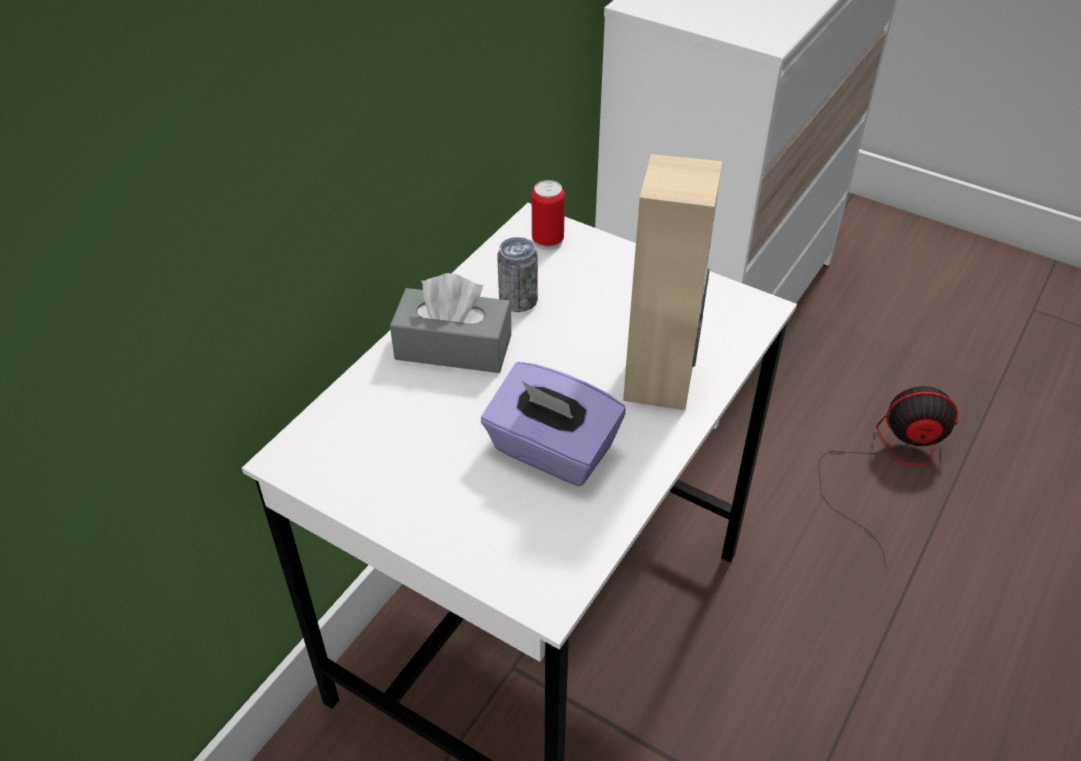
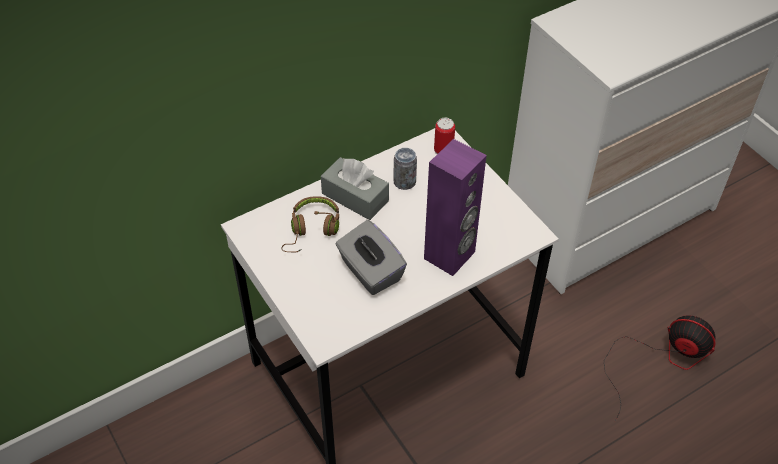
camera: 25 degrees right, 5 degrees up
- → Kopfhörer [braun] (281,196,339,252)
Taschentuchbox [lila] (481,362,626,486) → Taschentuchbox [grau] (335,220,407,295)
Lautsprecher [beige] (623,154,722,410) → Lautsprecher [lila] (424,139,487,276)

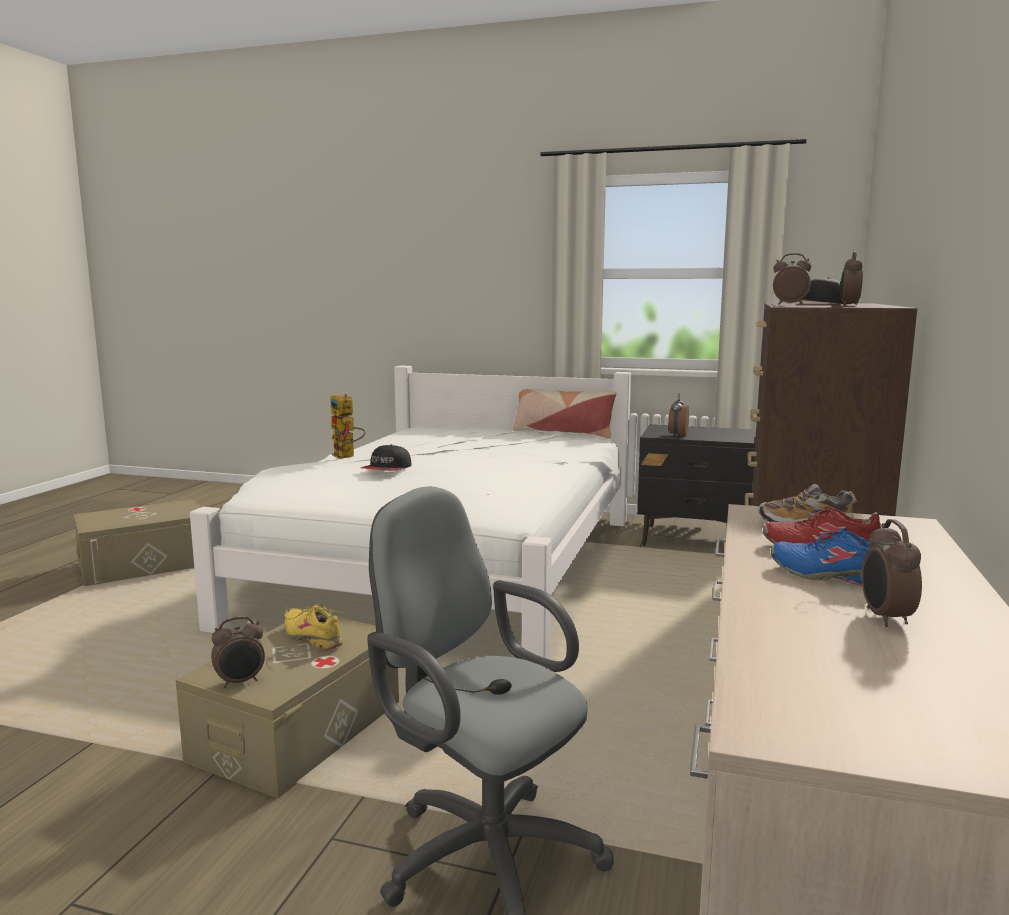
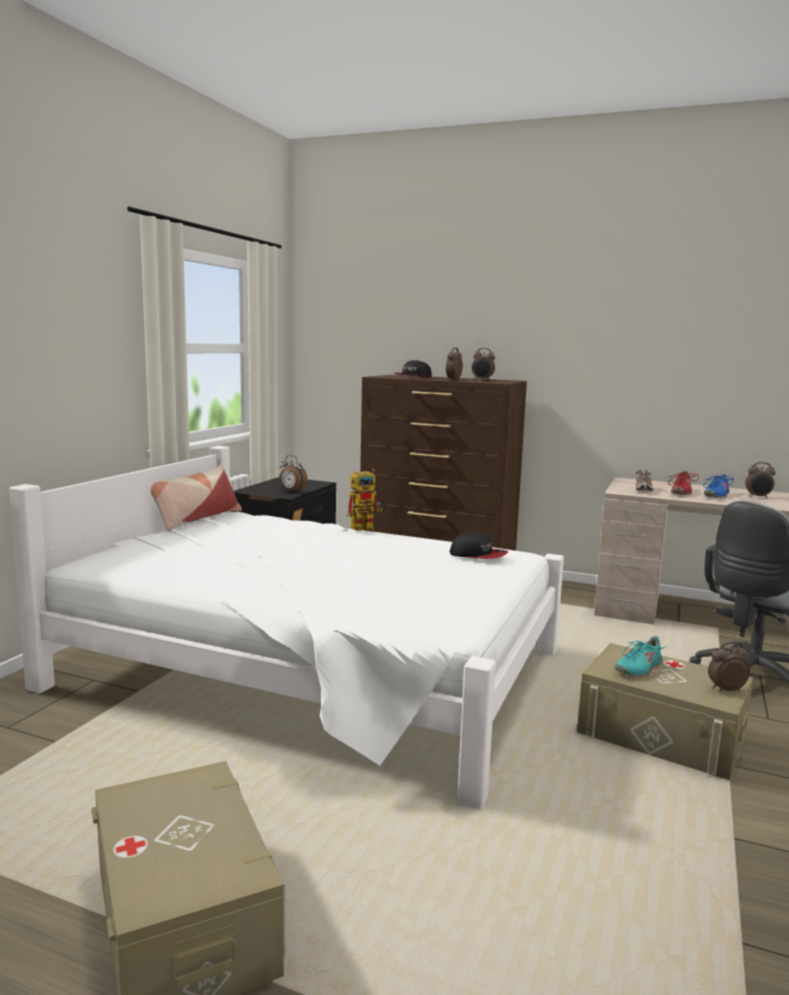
camera: 85 degrees left, 0 degrees up
Spielzeugroboter (330,394,366,459) → Spielzeugroboter (347,469,382,531), move
Kappe (361,444,412,471) → Kappe (450,532,508,559), move
Schuh [gelb] (284,604,346,650) → Schuh [türkis] (615,636,667,677)
Wecker (211,616,265,688) → Wecker (708,641,750,692), 75 degrees counterclockwise

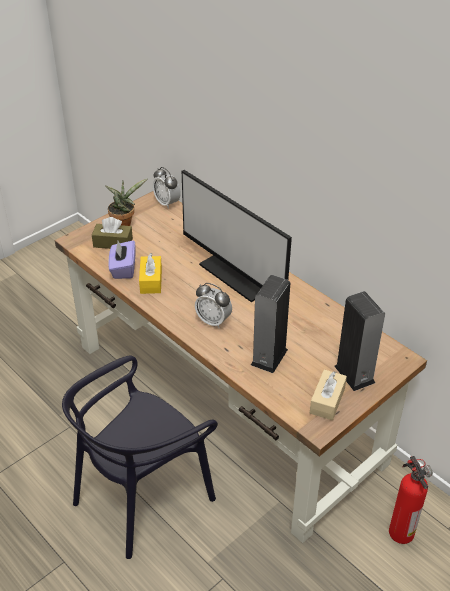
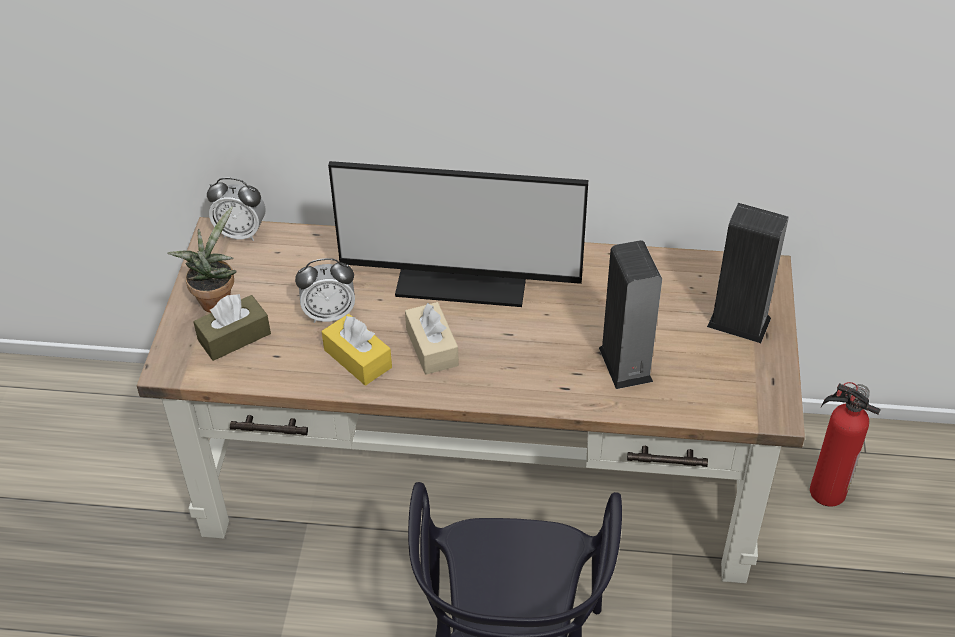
camera: 40 degrees left, 5 degrees up
Taschentuchbox [lila] (108,240,135,279) → -
Wecker (195,283,232,328) → Wecker (295,258,355,323), move
Taschentuchbox [beige] (310,370,347,420) → Taschentuchbox [beige] (405,302,459,375), move

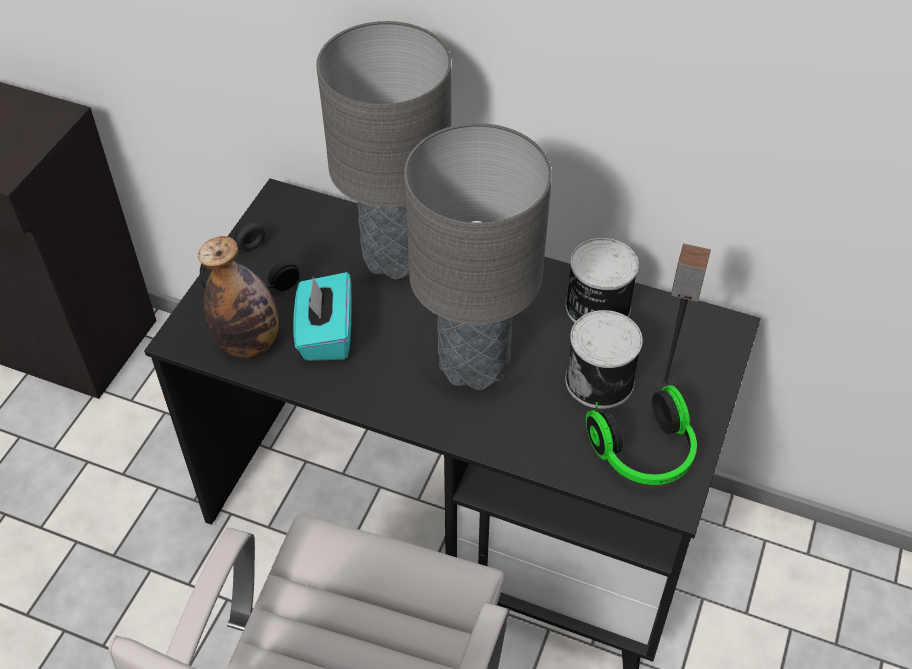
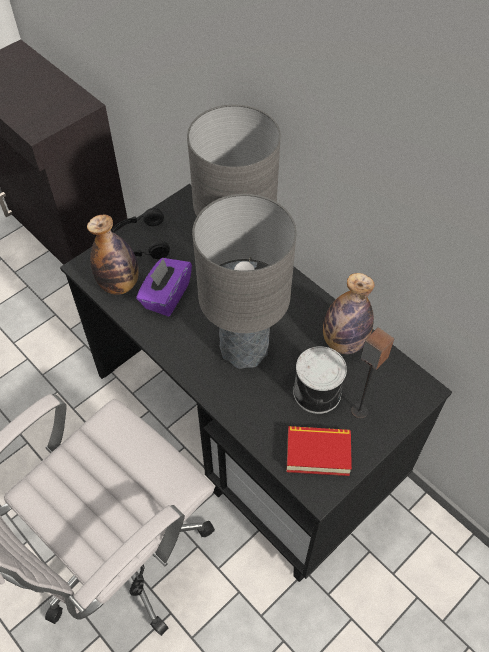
camera: 25 degrees right, 5 degrees up
Dose (566,238,639,323) → Flasche (323,273,375,354)
Kopfhörer (586,385,697,485) → Buch (287,426,352,476)
Taschentuchbox [türkis] (293,272,351,361) → Taschentuchbox [lila] (136,258,192,317)

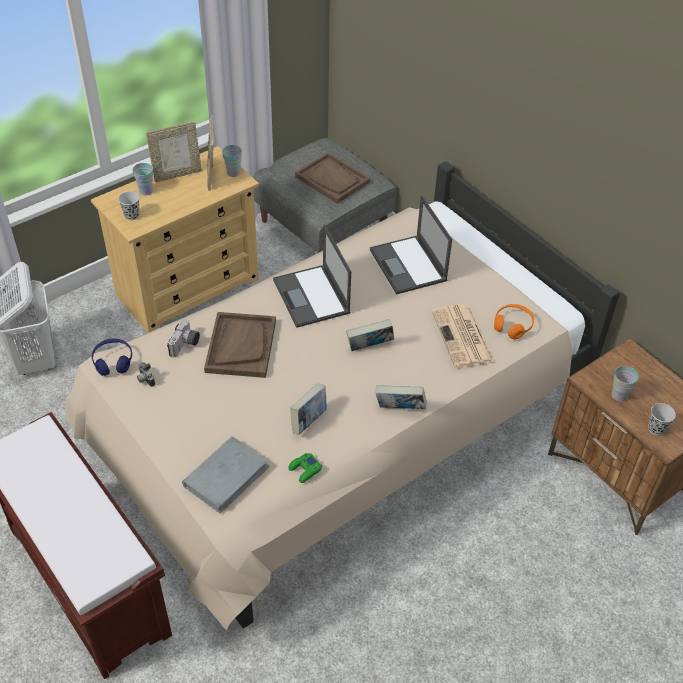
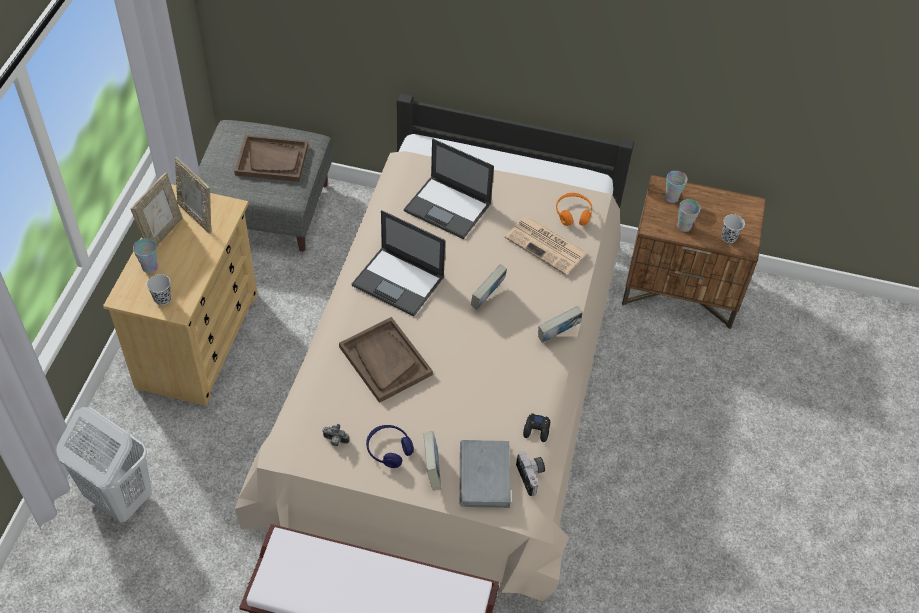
camera: 40 degrees left, 5 degrees up
Kopfhörer [blau] (92,338,132,376) → Kopfhörer [blau] (366,425,414,468), move
Kamera (167,319,200,358) → Kamera (516,451,545,496), move
Tasse (222,145,242,177) → Tasse (665,171,688,203), move
Buch (290,383,327,435) → Buch (424,431,441,490), move
Gamepad [grün] (288,453,322,483) → Gamepad [schwarz] (523,413,550,442)

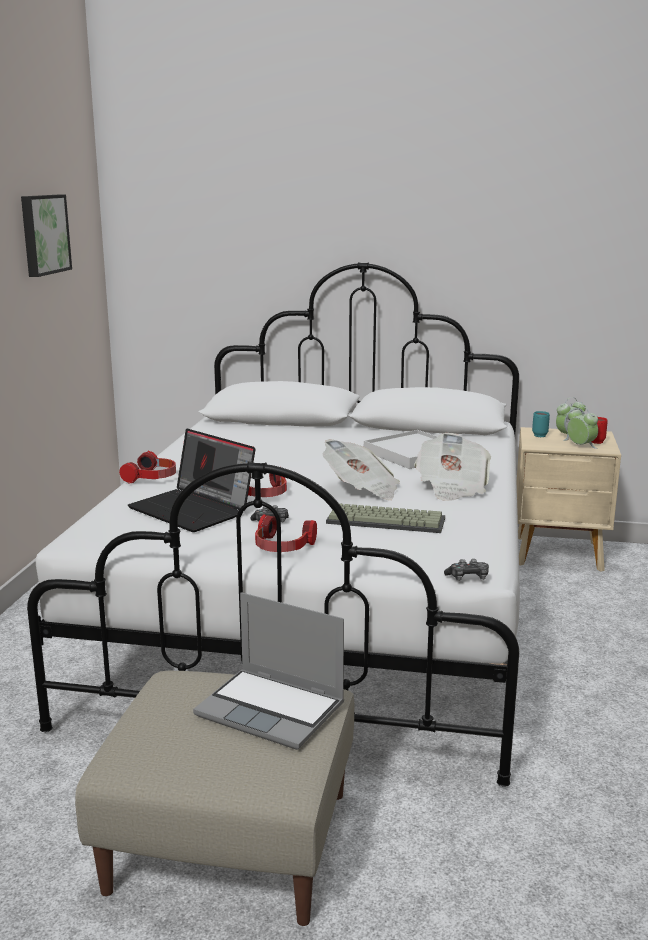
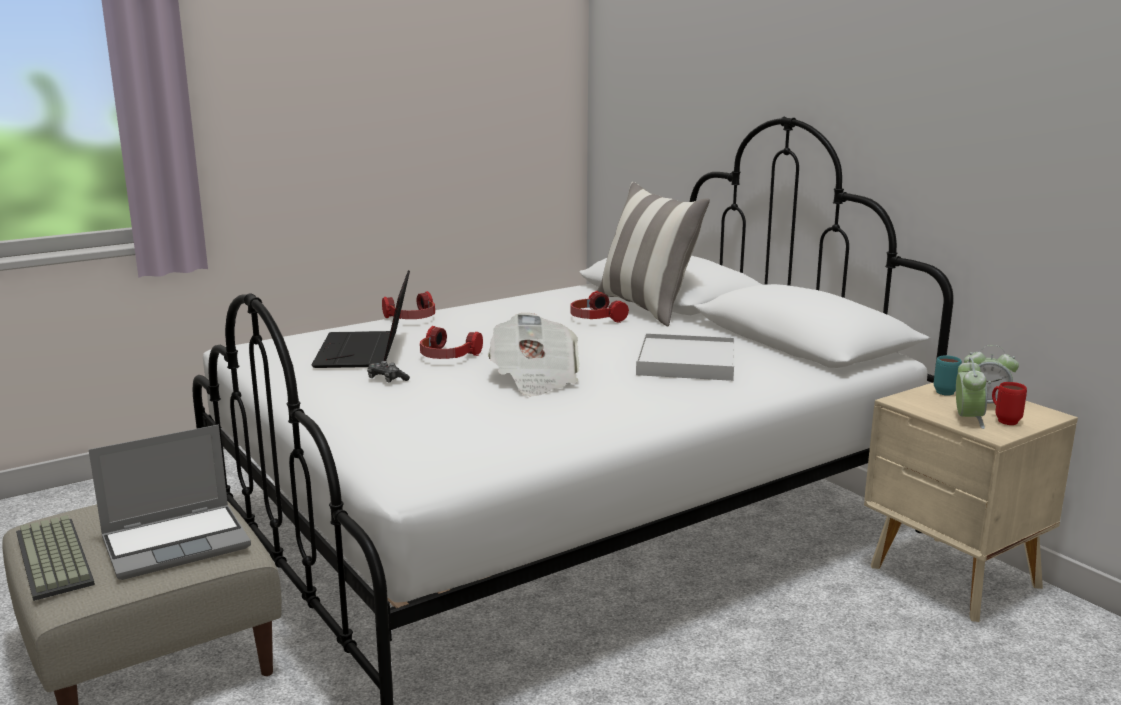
camera: 45 degrees right, 0 degrees up
Bild (21,195,72,277) → -
Zeitung (414,433,491,501) → -
Gamepad (444,559,489,581) → -
- → Kissen (597,182,710,326)
Kopfhörer (255,514,317,552) → Kopfhörer (570,290,629,323), move
Tastatur (326,503,445,533) → Tastatur (16,515,95,601), move
Laptop (193,593,344,750) → Laptop (88,424,251,580), 105 degrees counterclockwise

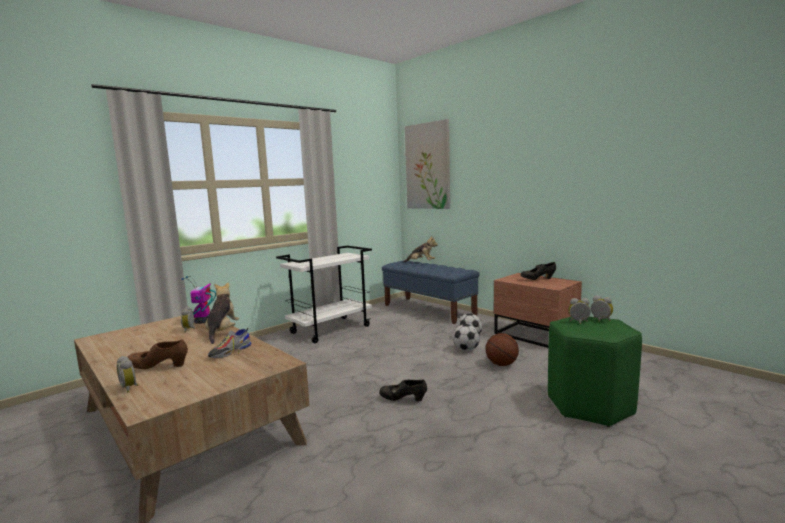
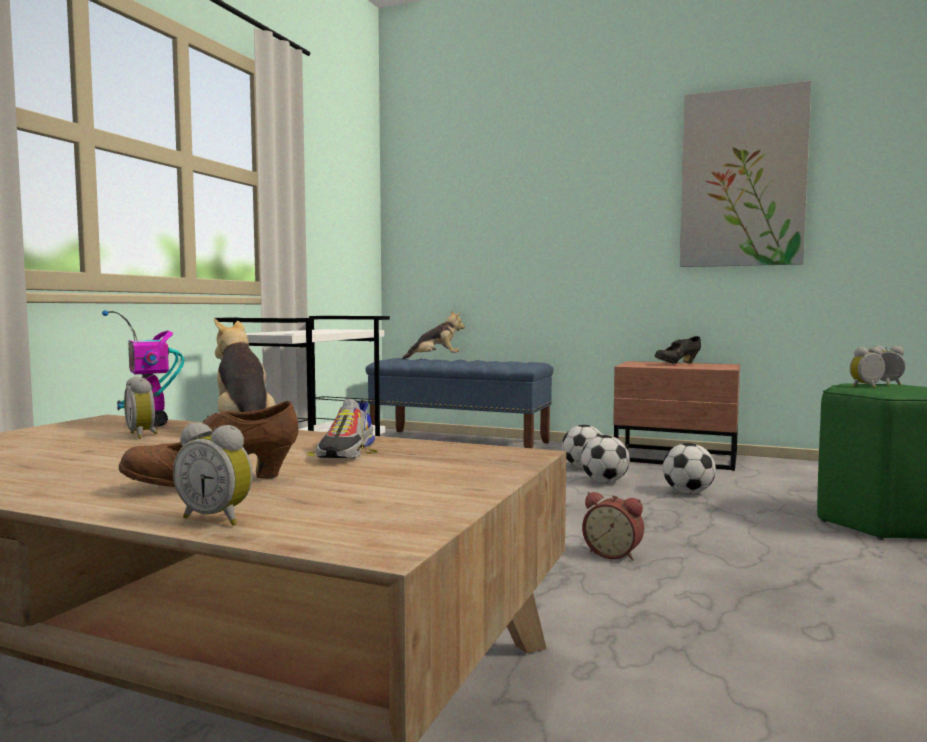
camera: 25 degrees left, 5 degrees down
Bild (405,119,450,209) → Bild (680,81,811,267), move
Schuh [schwarz] (379,380,427,401) → Wecker (582,492,644,561)
Basketball (486,333,519,366) → Fußball (663,443,716,494)

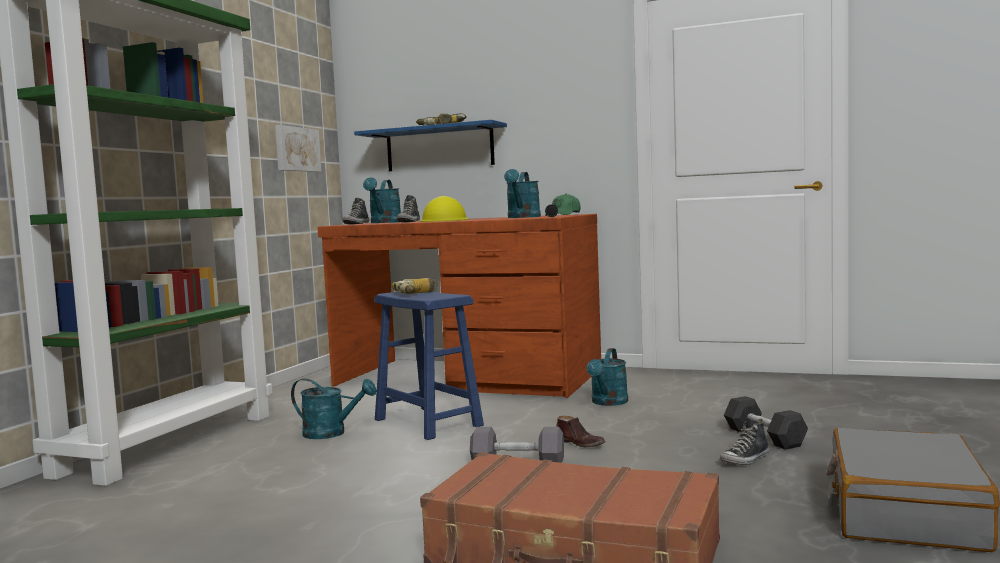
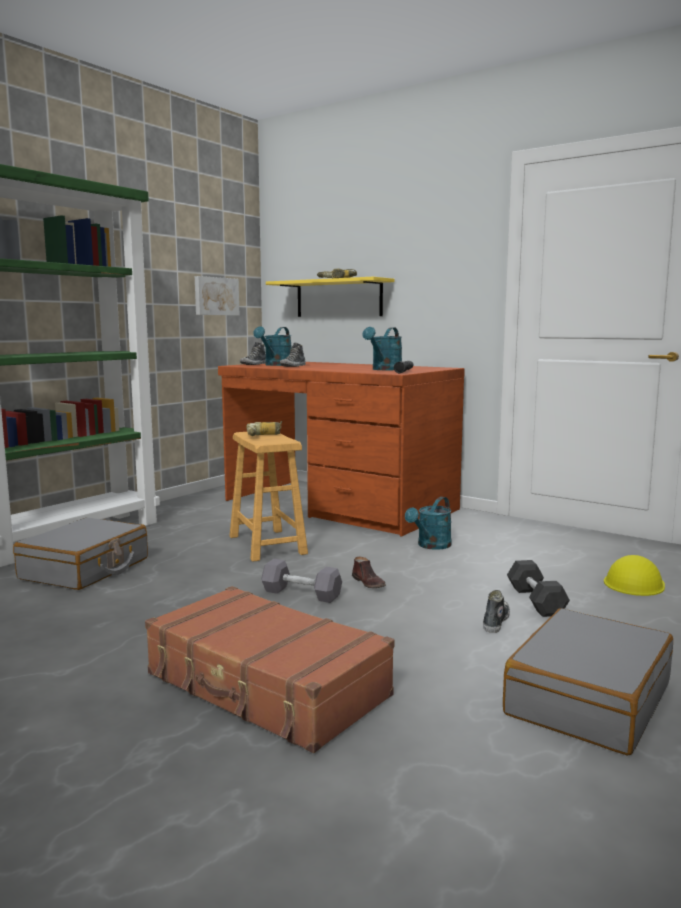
camera: 15 degrees right, 5 degrees up
Gießkanne [türkis] (291,379,377,439) → -
Kappe [grün] (545,194,580,216) → -
- → Koffer [grau] (13,517,148,590)
Schutzhelm [gelb] (420,196,470,222) → Schutzhelm [gelb] (604,555,665,596), move
Wandregal [blau] (354,120,507,171) → Wandregal [gelb] (266,277,395,317)
Hocker [blau] (374,292,484,440) → Hocker [braun] (230,432,308,562)
Schuh (720,417,769,465) → Schuh (483,590,510,633), 135 degrees clockwise

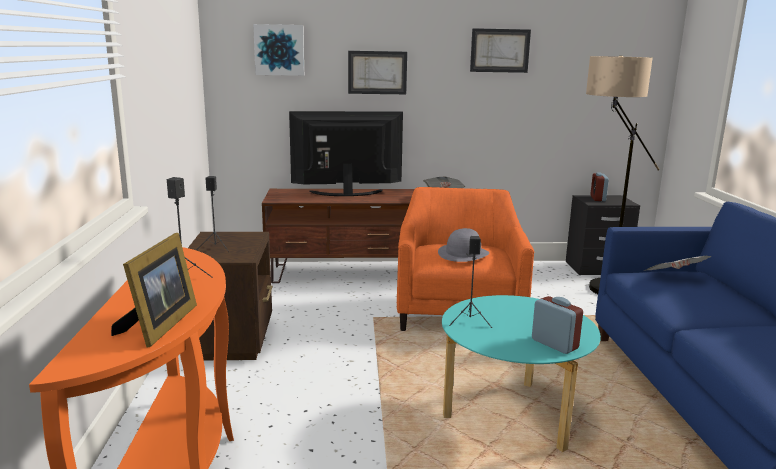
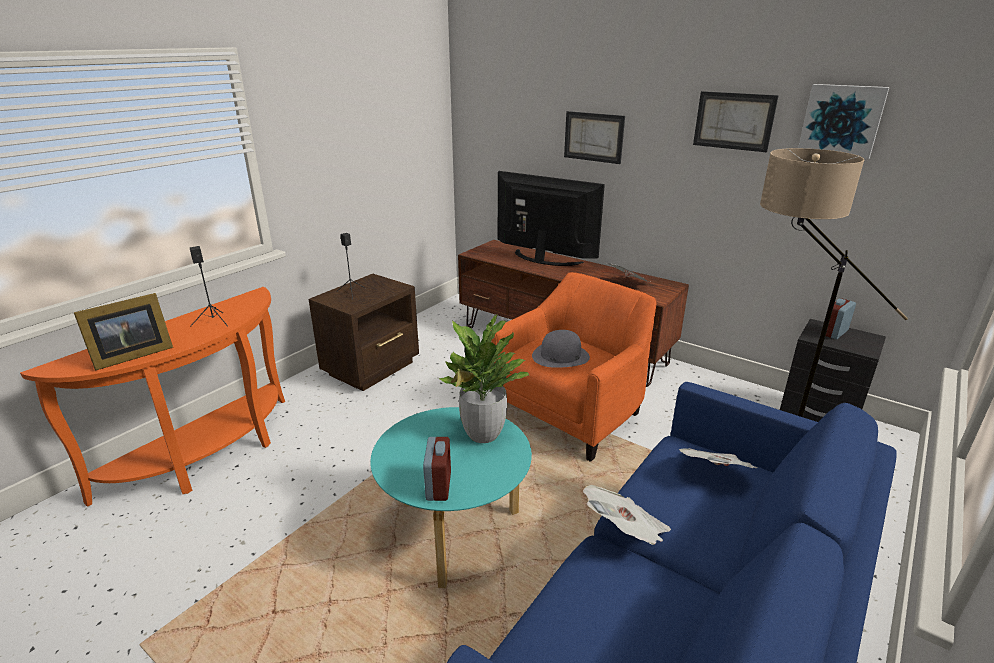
camera: 40 degrees right, 10 degrees up
Lautsprecher [schwarz] (449,236,492,328) → -
- → Topfpflanze (438,314,529,443)
- → Zeitung (583,485,671,545)
Bild (253,24,304,76) → Bild (798,84,890,159), move

